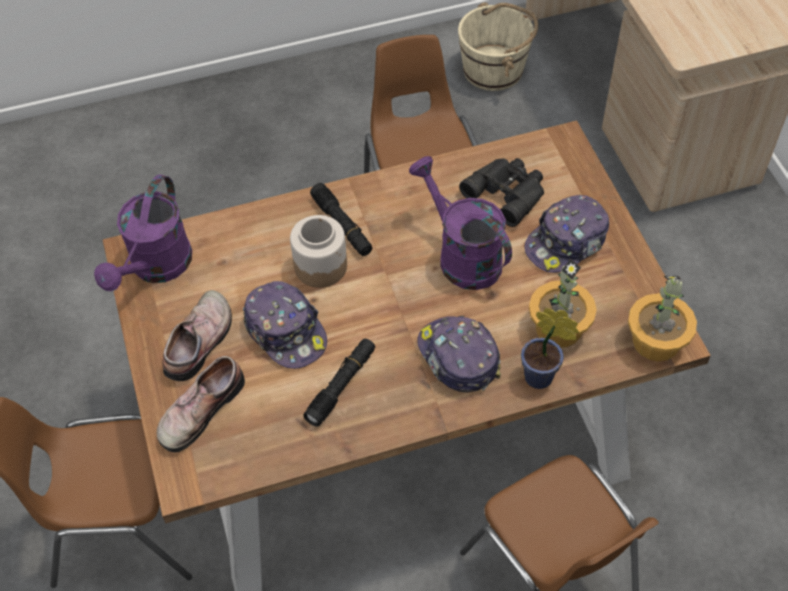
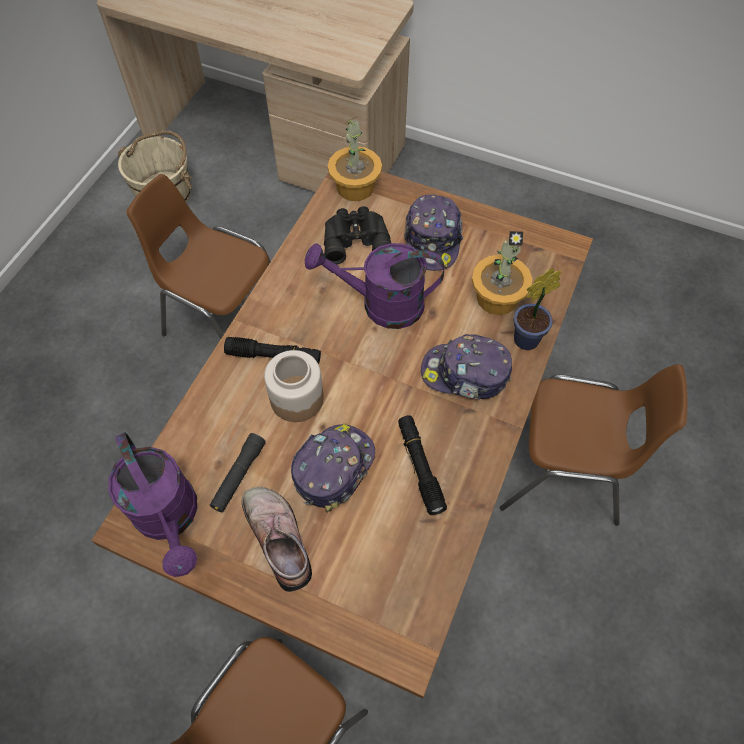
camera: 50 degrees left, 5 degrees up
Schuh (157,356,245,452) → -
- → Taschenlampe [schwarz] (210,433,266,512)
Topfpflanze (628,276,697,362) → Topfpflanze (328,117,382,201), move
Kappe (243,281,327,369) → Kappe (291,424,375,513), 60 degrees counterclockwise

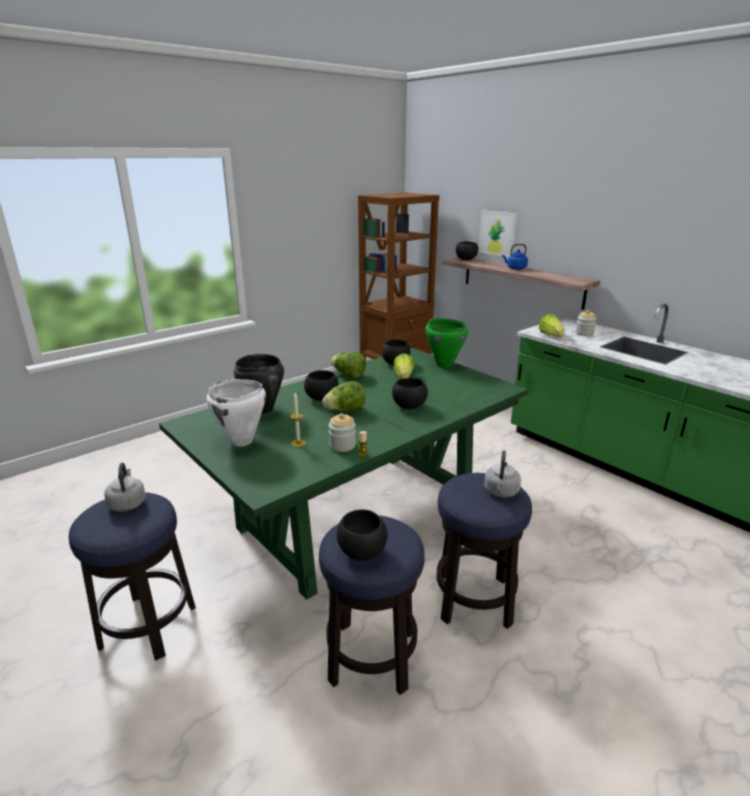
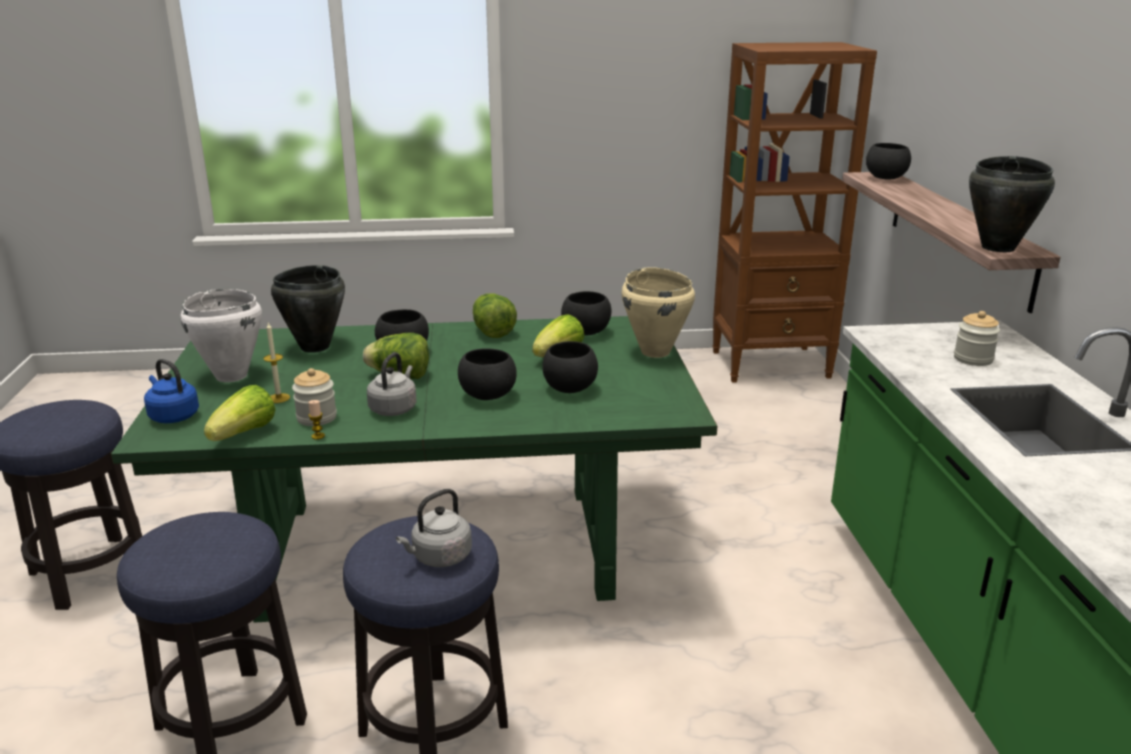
camera: 35 degrees right, 0 degrees up
Bild (479,210,517,257) → -
- → Kochtopf [schwarz] (969,156,1055,252)
Wasserkessel [grau] (104,463,146,512) → Wasserkessel [grau] (367,352,417,416), move
Schüssel [schwarz] (337,509,388,561) → Schüssel [schwarz] (542,341,598,393), move
Wasserkessel [blau] (502,244,528,270) → Wasserkessel [blau] (144,359,199,423), move
Salatkopf (539,314,564,336) → Salatkopf (204,385,276,441), move
Kochtopf [grün] (425,318,468,368) → Kochtopf [beige] (622,267,695,358)

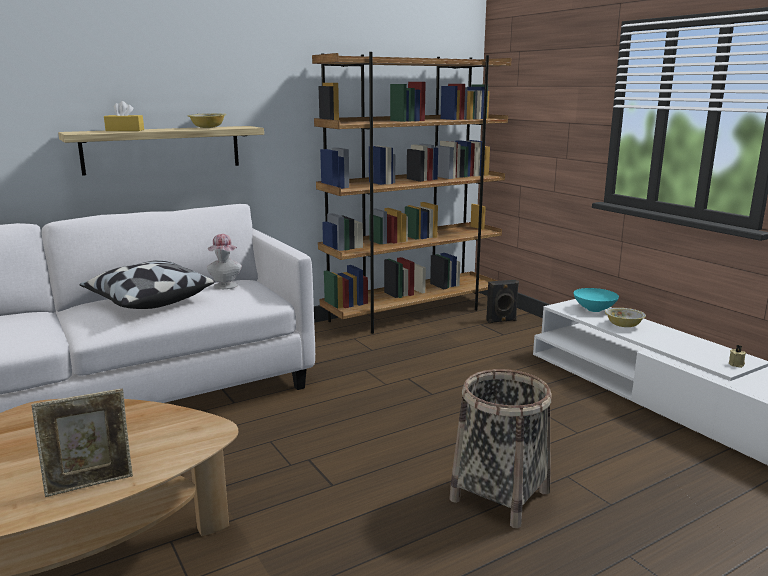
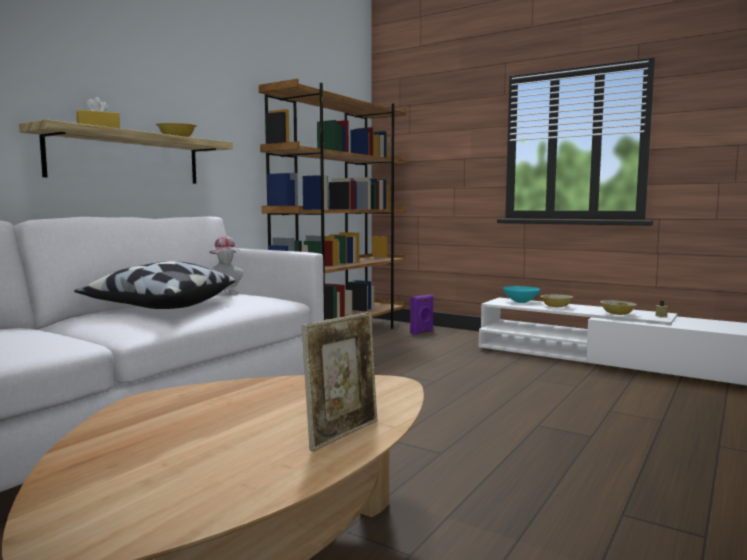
camera: 25 degrees left, 10 degrees down
Korb (449,369,552,528) → -
- → Schüssel (600,300,637,315)
Lautsprecher [schwarz] (486,280,519,323) → Lautsprecher [lila] (410,295,434,335)

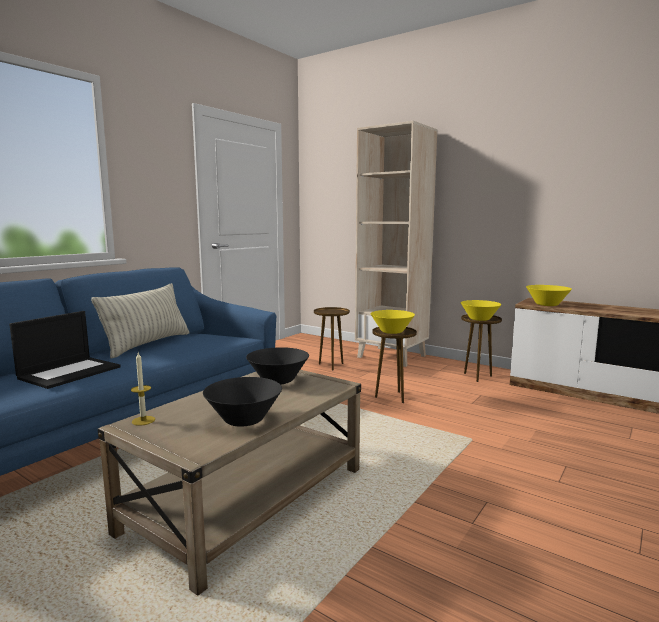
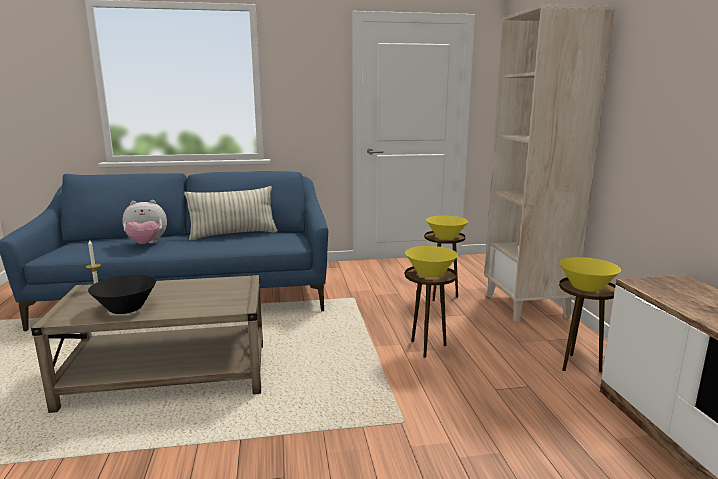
camera: 45 degrees right, 5 degrees up
Schüssel [schwarz] (246,347,309,385) → -
Schüssel [gelb] (526,285,572,306) → Schüssel [gelb] (426,216,468,239), move
Laptop (9,311,121,389) → Plüschtier (122,200,167,244)

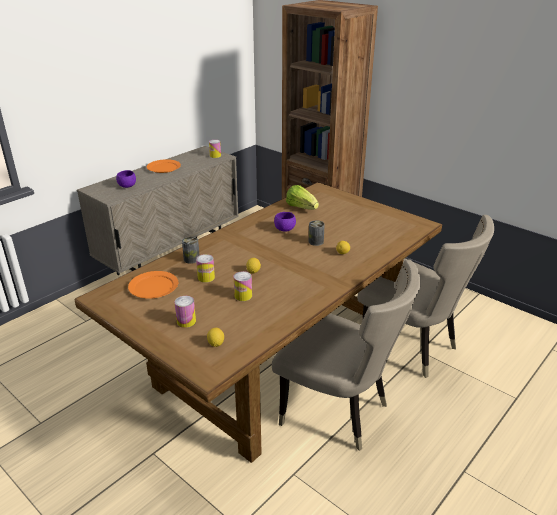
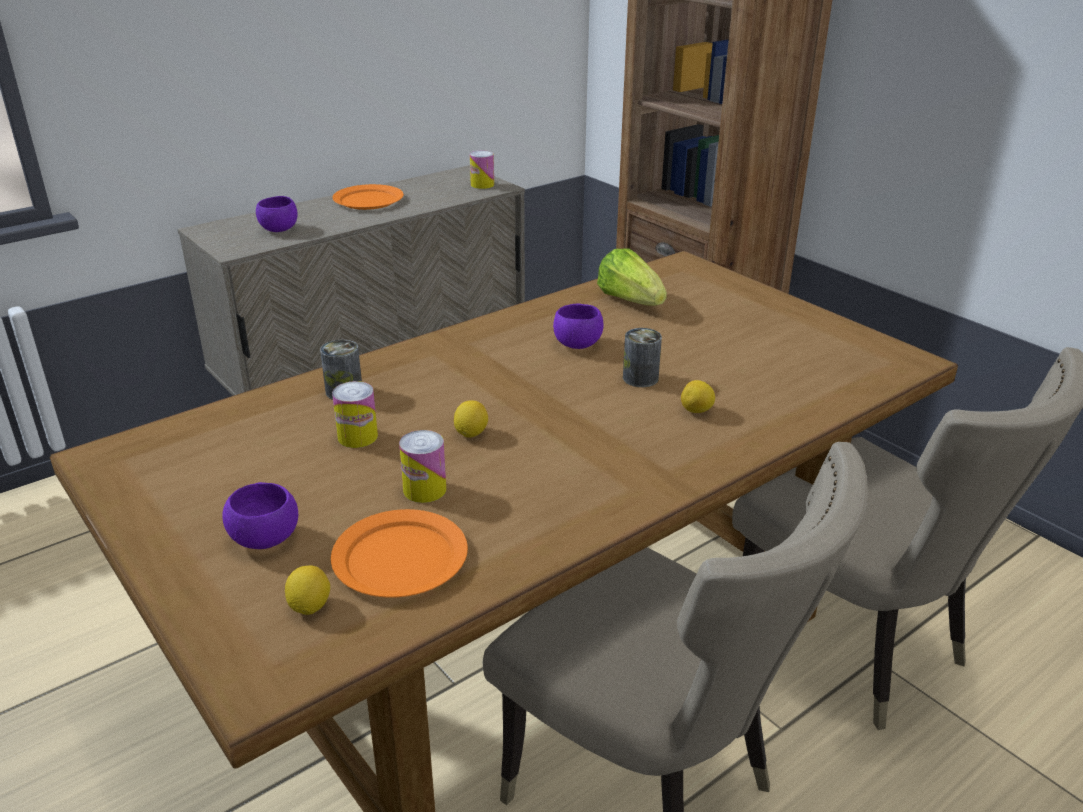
camera: 10 degrees right, 0 degrees up
Teller [orange] (128,271,178,299) → Teller [orange] (331,509,468,598), move
Dose (175,296,196,328) → Schüssel [lila] (222,482,298,549)

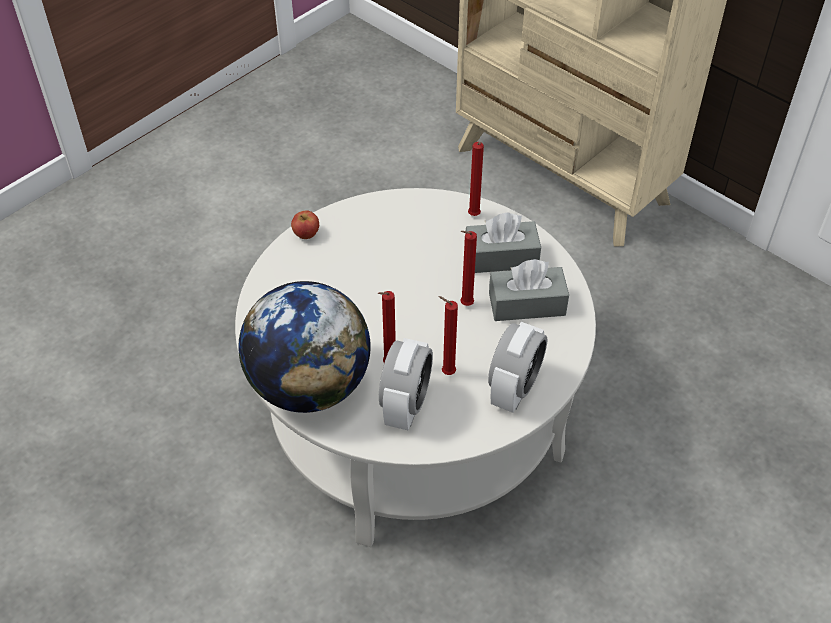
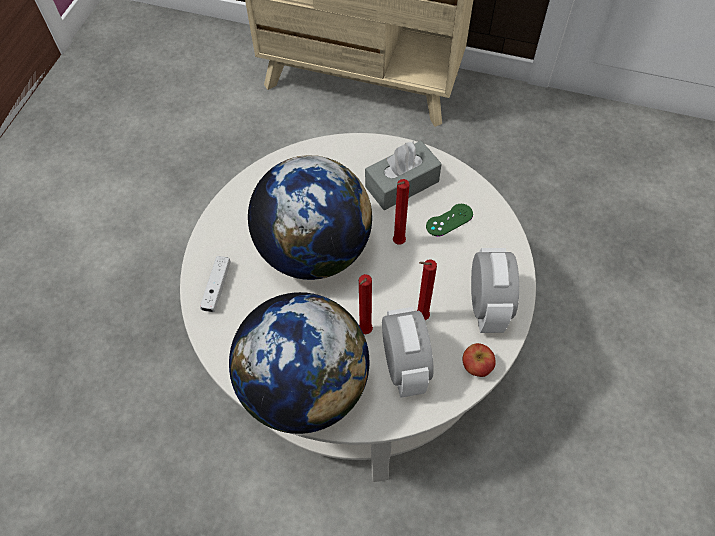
camera: 25 degrees left, 10 degrees up
Kerze [rot] (468,142,484,216) → -
- → Gamepad [weiß] (200,256,231,312)
- → Globus (248,155,372,280)
Apfel (291,210,319,239) → Apfel (462,343,496,377), move
Taschentuchbox [grau] (489,259,569,321) → Gamepad [grün] (426,204,473,237)

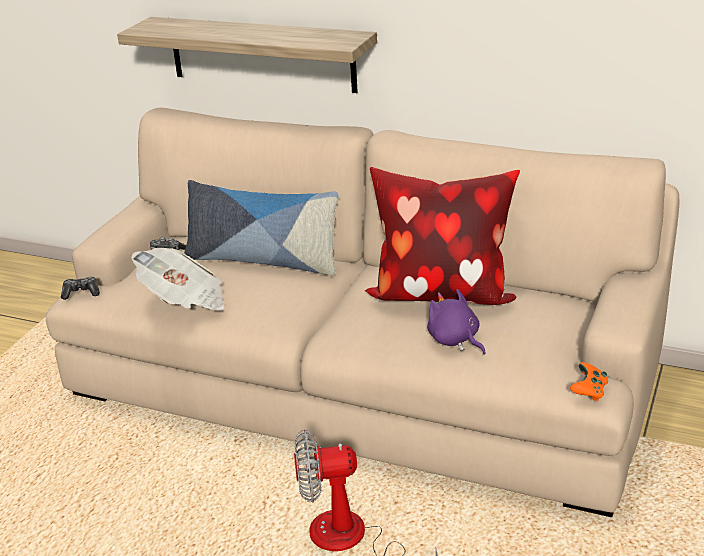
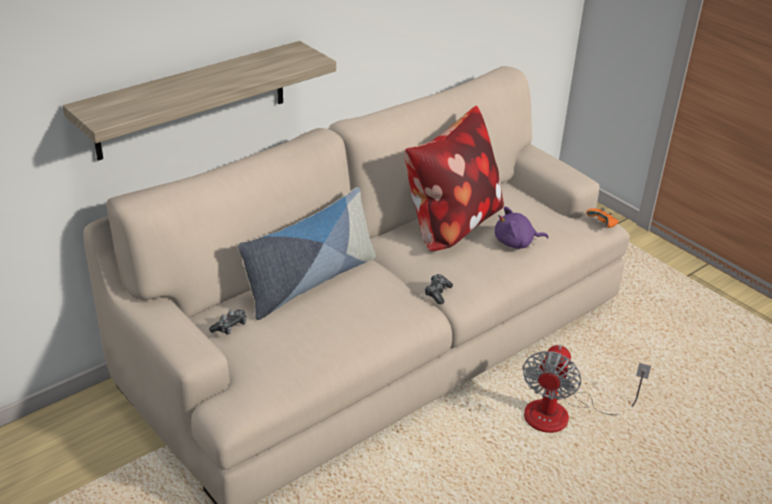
camera: 65 degrees left, 5 degrees up
Zeitung (131,248,225,311) → -
Gamepad (61,277,100,300) → Gamepad (425,274,453,304), move

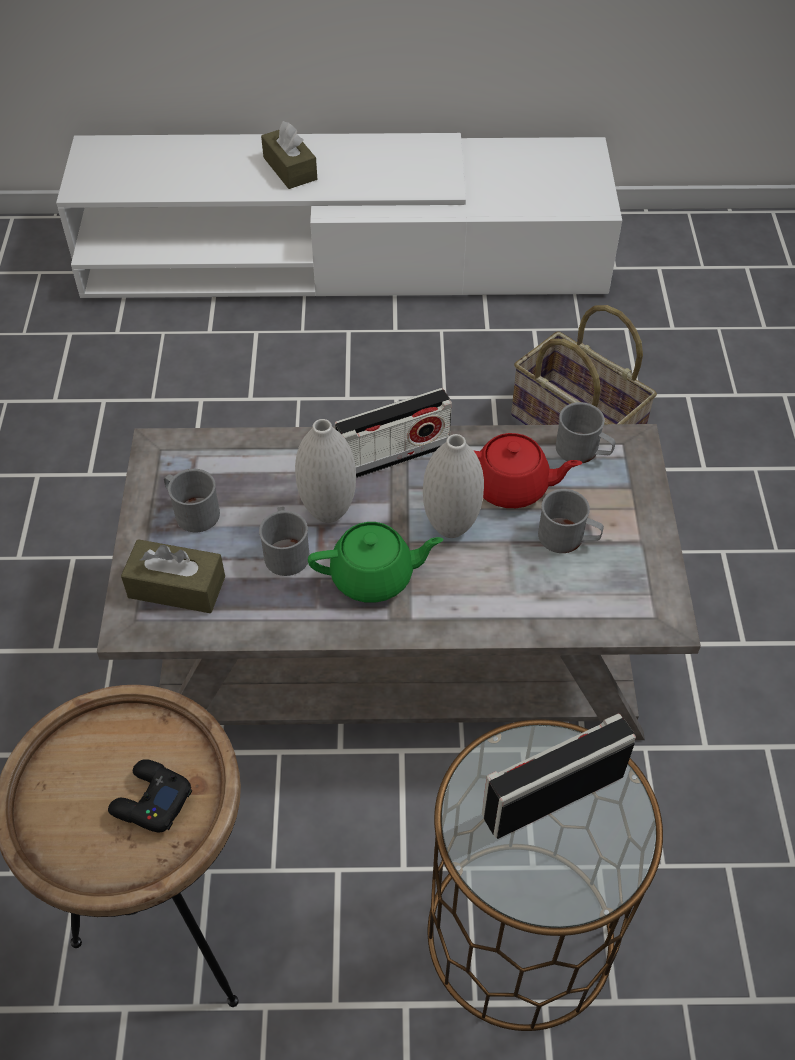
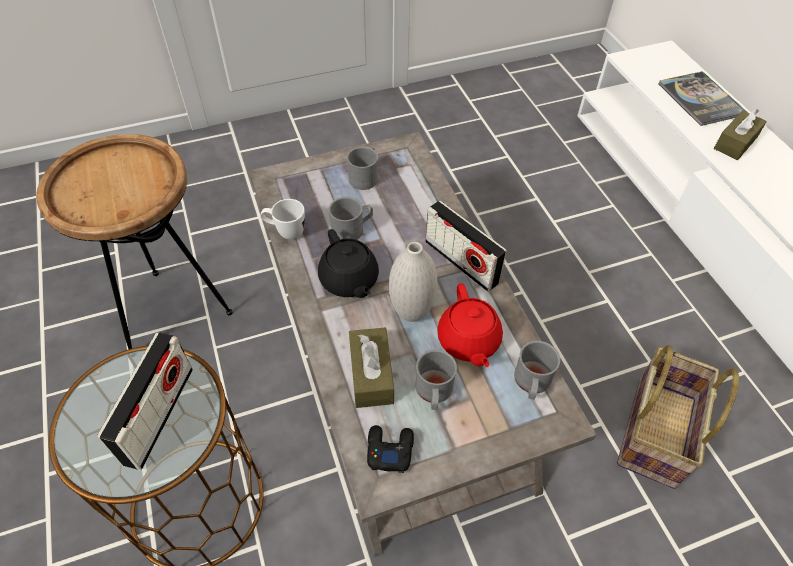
camera: 70 degrees right, 0 degrees up
Vase [weiß] (295,419,356,523) → -
- → Henkelbecher [weiß] (261,199,305,239)
- → Buch (658,71,747,126)
Gamepad [schwarz] (108,759,192,833) → Gamepad [schwarz] (367,425,414,473), move
Taschentuchbox [braun] (121,539,225,613) → Taschentuchbox [braun] (349,328,394,408), move
Teekanne [grün] (308,522,444,603) → Teekanne [schwarz] (318,229,379,298)
Radio (482,714,636,839) → Radio (97,332,193,470), 60 degrees clockwise

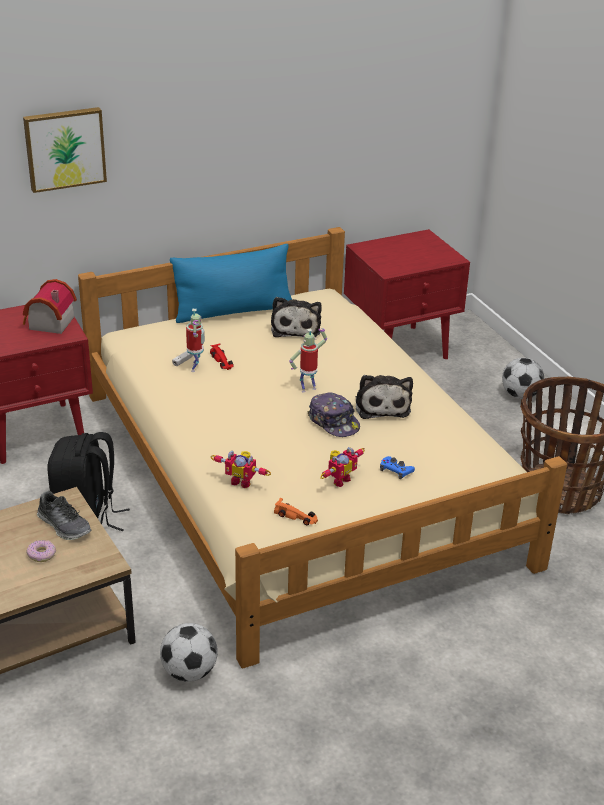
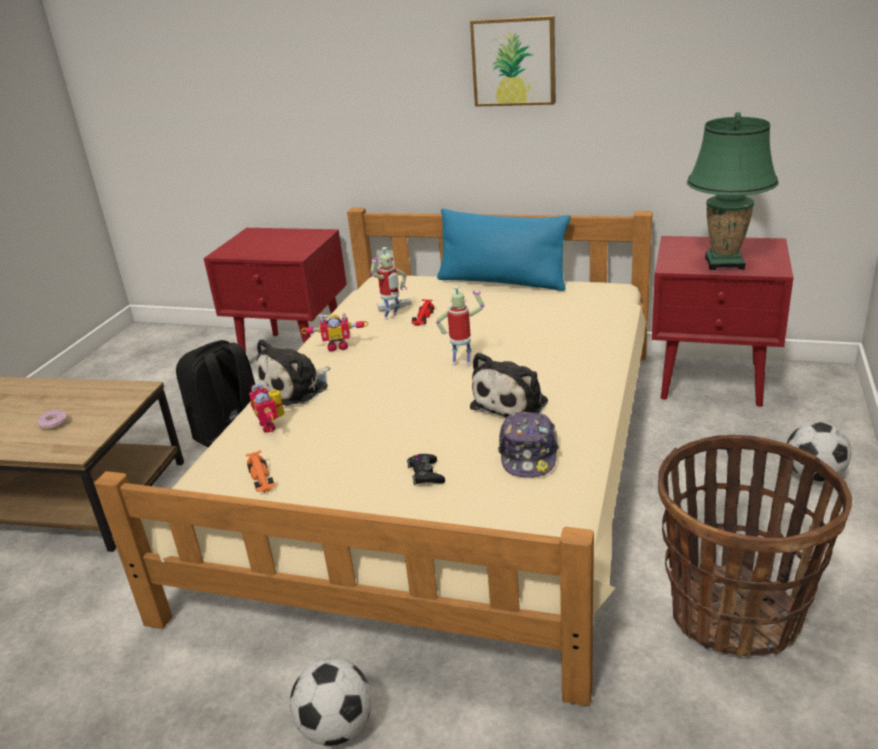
camera: 45 degrees right, 5 degrees down
Spielzeughaus (23,279,77,334) → -
Schuh (37,491,92,540) → -
- → Tischlampe [grün] (687,112,779,270)
Bild (23,107,107,193) → Bild (470,15,556,107), move
Fußball (160,623,218,682) → Fußball (290,658,372,746), move
Plüschtier (271,297,322,337) → Plüschtier (257,339,330,406), move
Kappe (307,392,360,437) → Kappe (498,412,559,477), move
Spielzeugroboter (320,447,365,487) → Spielzeugroboter (301,313,369,352), move
Gamepad [blau] (380,456,415,479) → Gamepad [schwarz] (407,454,445,485)

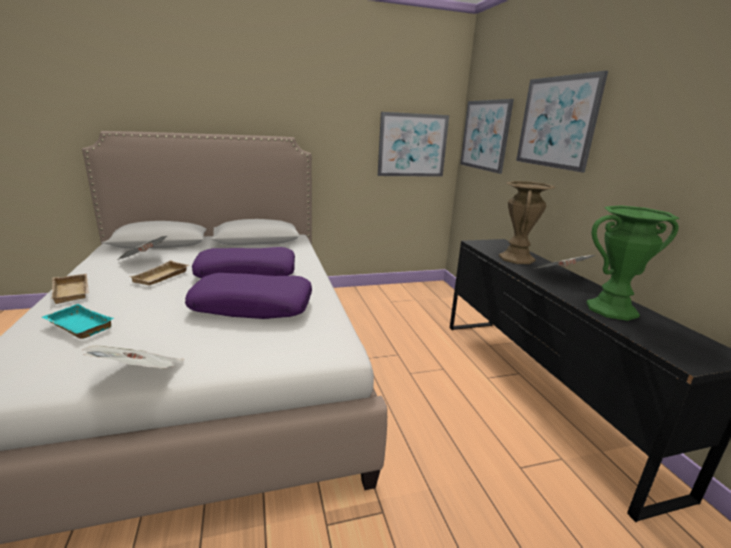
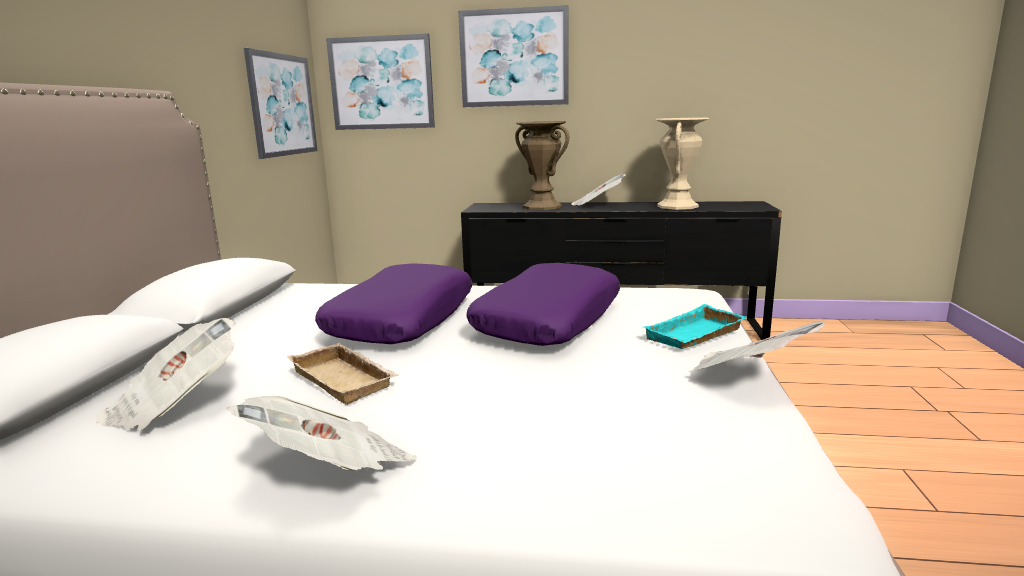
camera: 65 degrees left, 5 degrees down
Tablett [türkis] (42,304,114,339) → Tablett [türkis] (643,304,747,349), move
Tablett [beige] (51,274,89,304) → Zeitung (227,396,417,471)
Vase [grün] (586,205,679,321) → Vase [beige] (656,117,709,210)

